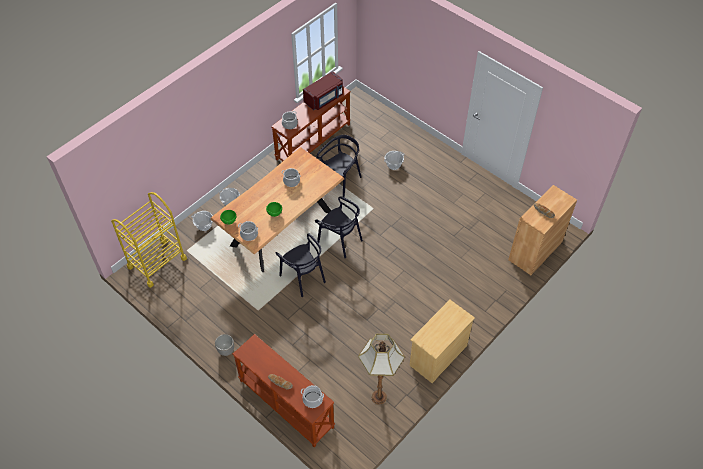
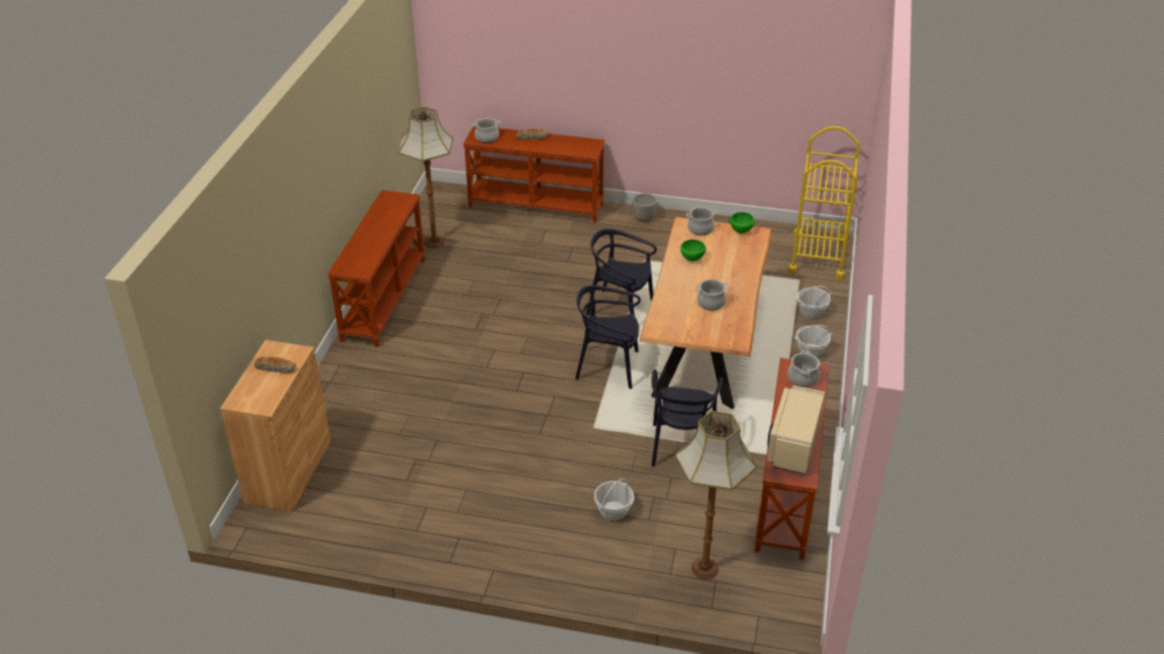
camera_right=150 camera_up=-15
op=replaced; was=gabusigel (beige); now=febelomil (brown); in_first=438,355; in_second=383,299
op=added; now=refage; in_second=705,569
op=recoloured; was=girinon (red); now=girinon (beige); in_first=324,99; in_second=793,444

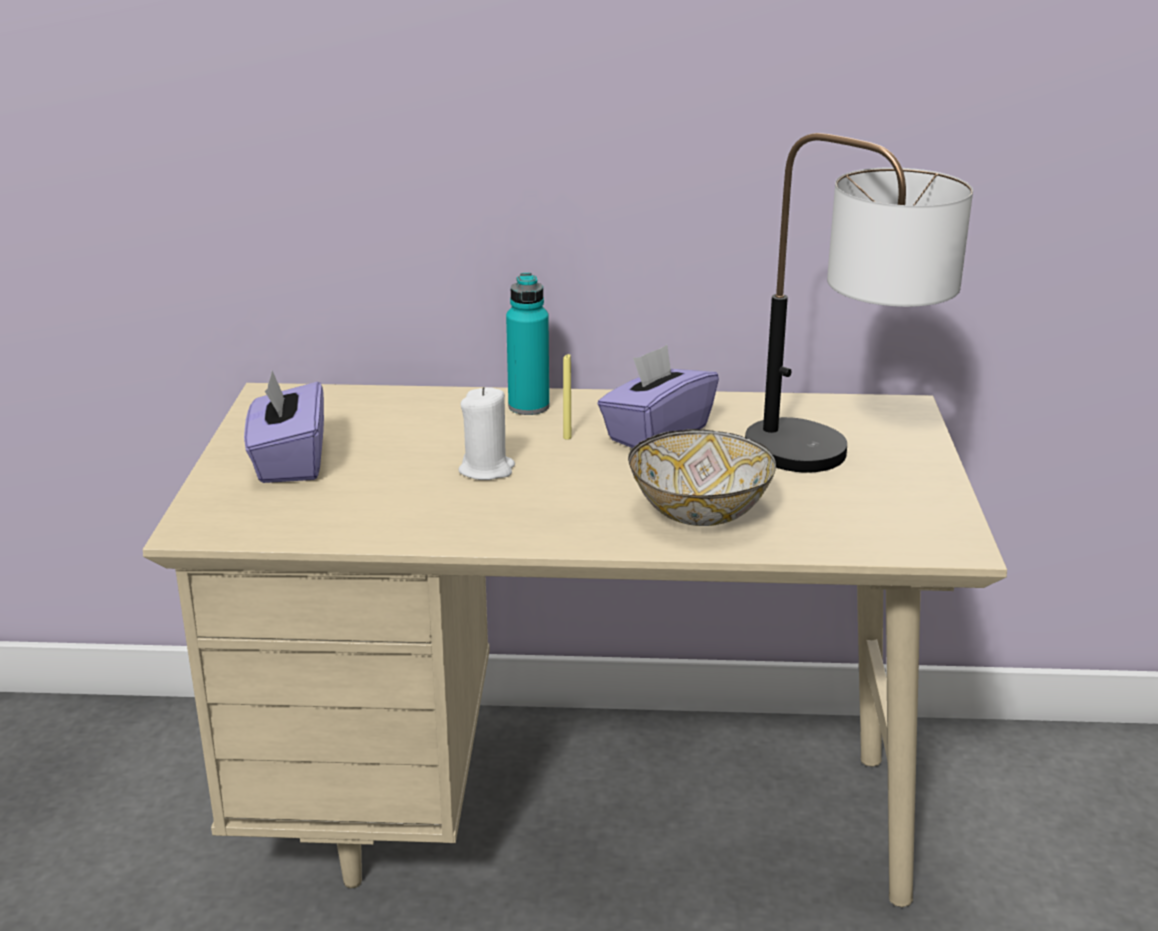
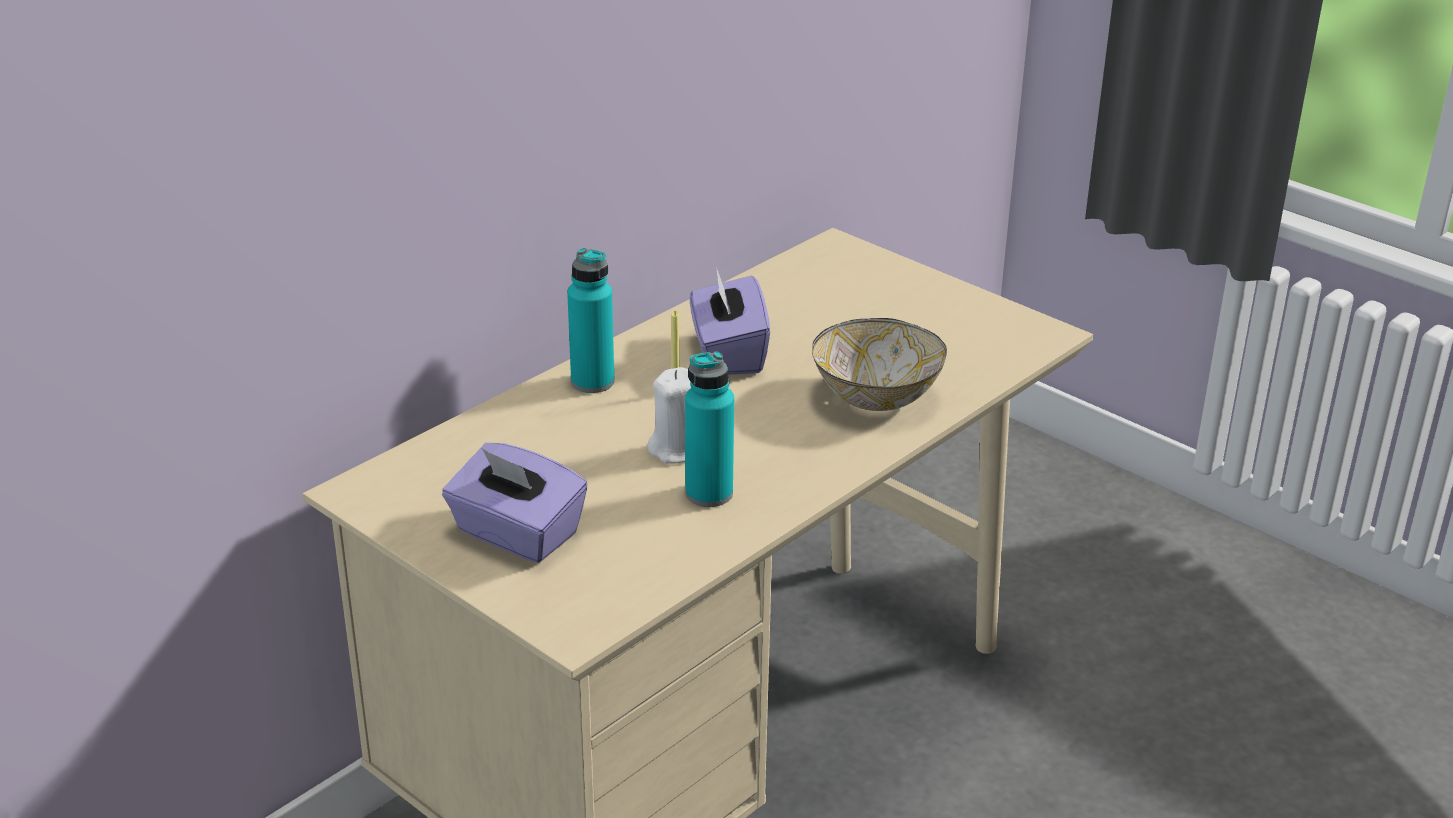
camera_right=-50 camera_up=5
op=added; now=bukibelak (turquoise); in_second=709,494
op=removed; was=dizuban; in_first=839,465

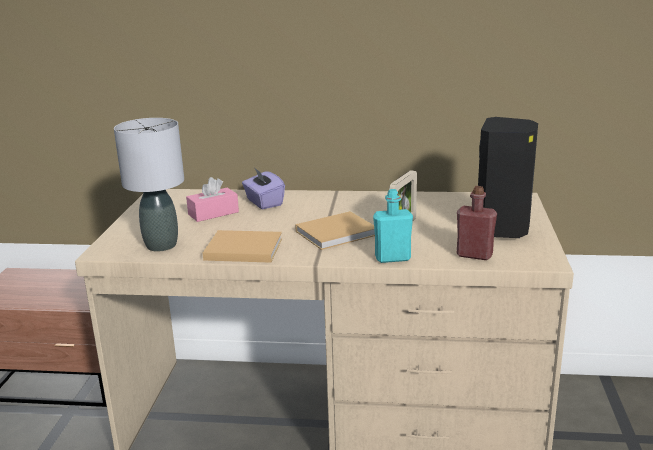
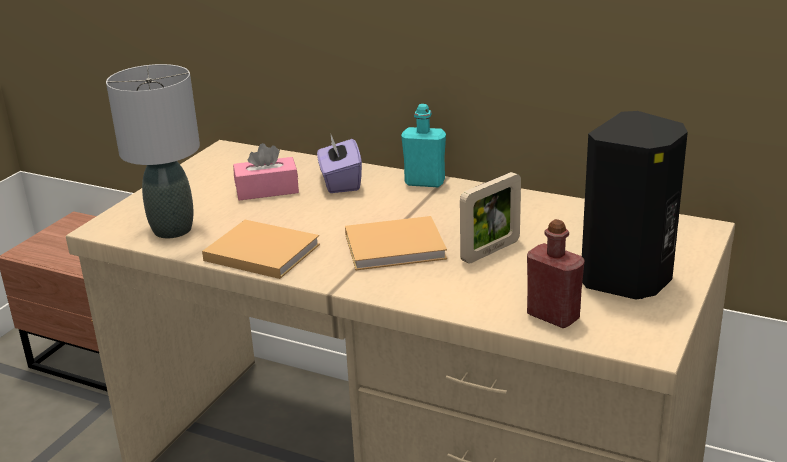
camera_right=20 camera_up=5
op=moved; was=bukibelak (turquoise); in_first=392,258; in_second=424,182

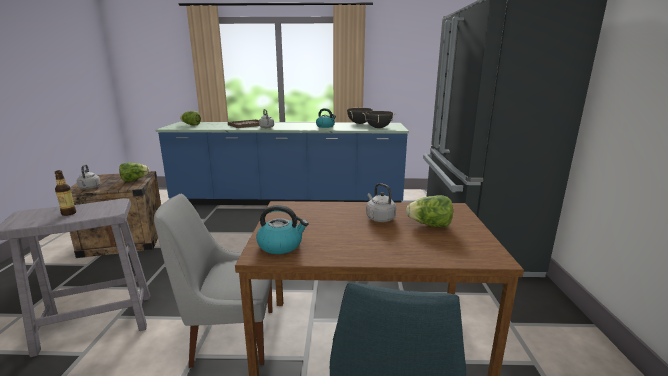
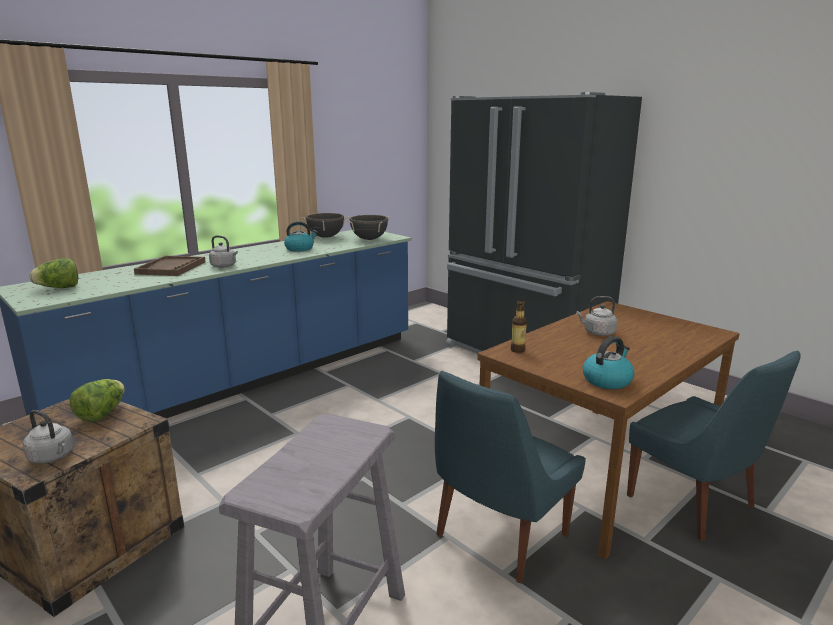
camera_right=-45 camera_up=0
op=recoloured; was=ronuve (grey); now=ronuve (blue); in_first=230,337; in_second=498,537
op=moved; was=bukibelak; in_first=69,213; in_second=517,350
op=removed; was=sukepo; in_first=430,225

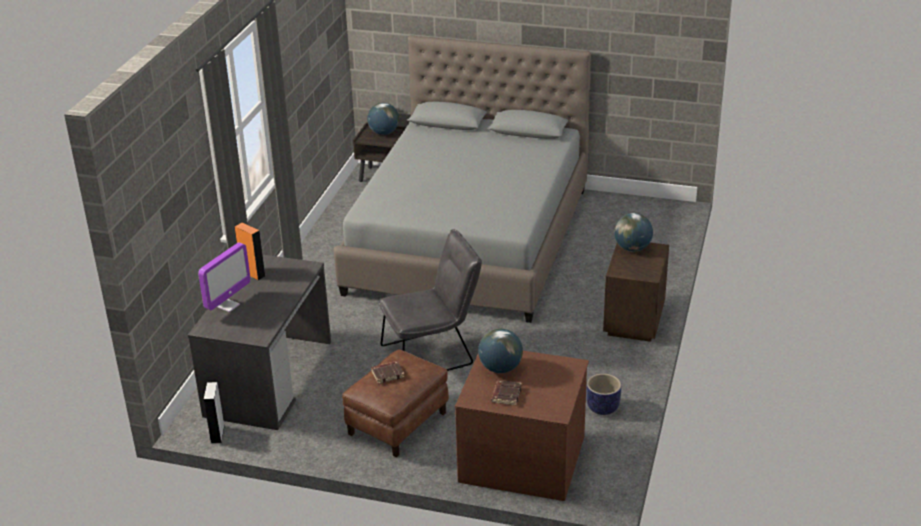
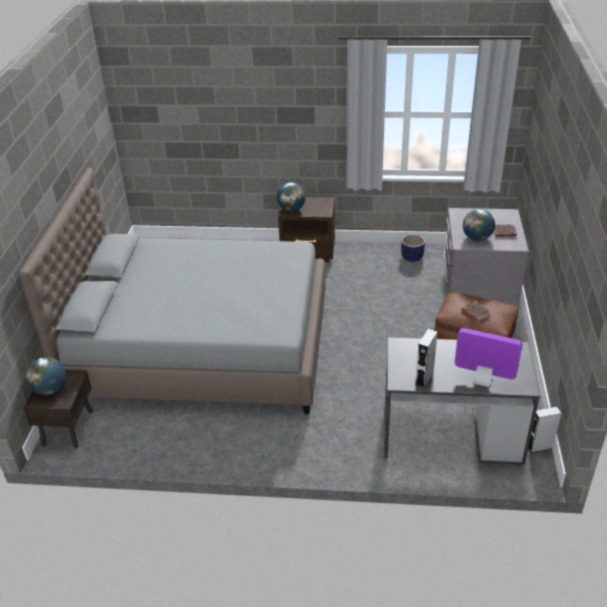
camera_right=-100 camera_up=5
op=recoloured; was=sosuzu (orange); now=sosuzu (grey); in_first=253,274; in_second=424,378
op=recoloured; was=gabusigel (brown); now=gabusigel (grey); in_first=523,457; in_second=478,283
op=removed; was=ronuve (grey); in_first=433,353

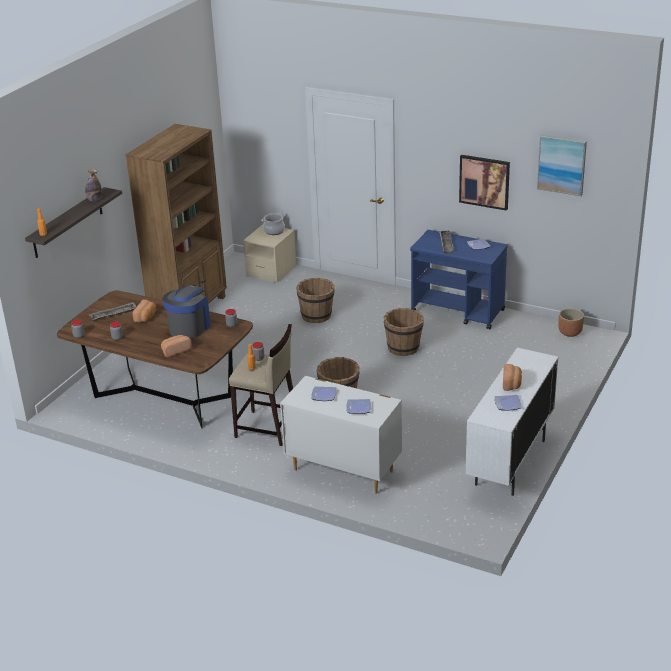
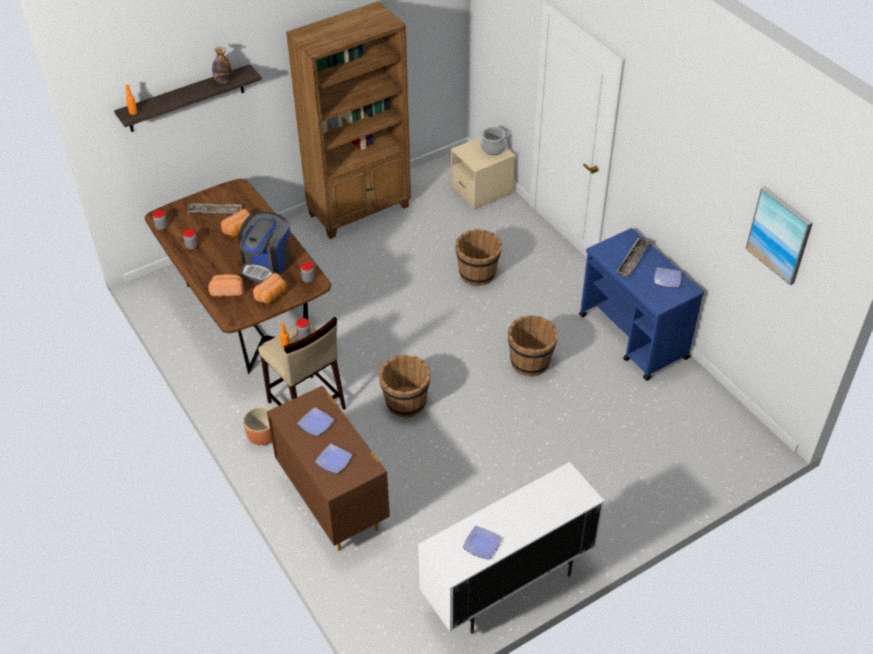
camera_right=30 camera_up=15
op=turned; was=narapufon; in_first=189,327; in_second=267,263; clockwise=150
op=moved; was=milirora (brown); in_first=569,332; in_second=262,436
op=moved; was=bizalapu; in_first=512,384; in_second=272,295
op=recoloured; was=gabusigel (white); now=gabusigel (brown); in_first=343,469; in_second=332,500
op=removed; was=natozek; in_first=484,181

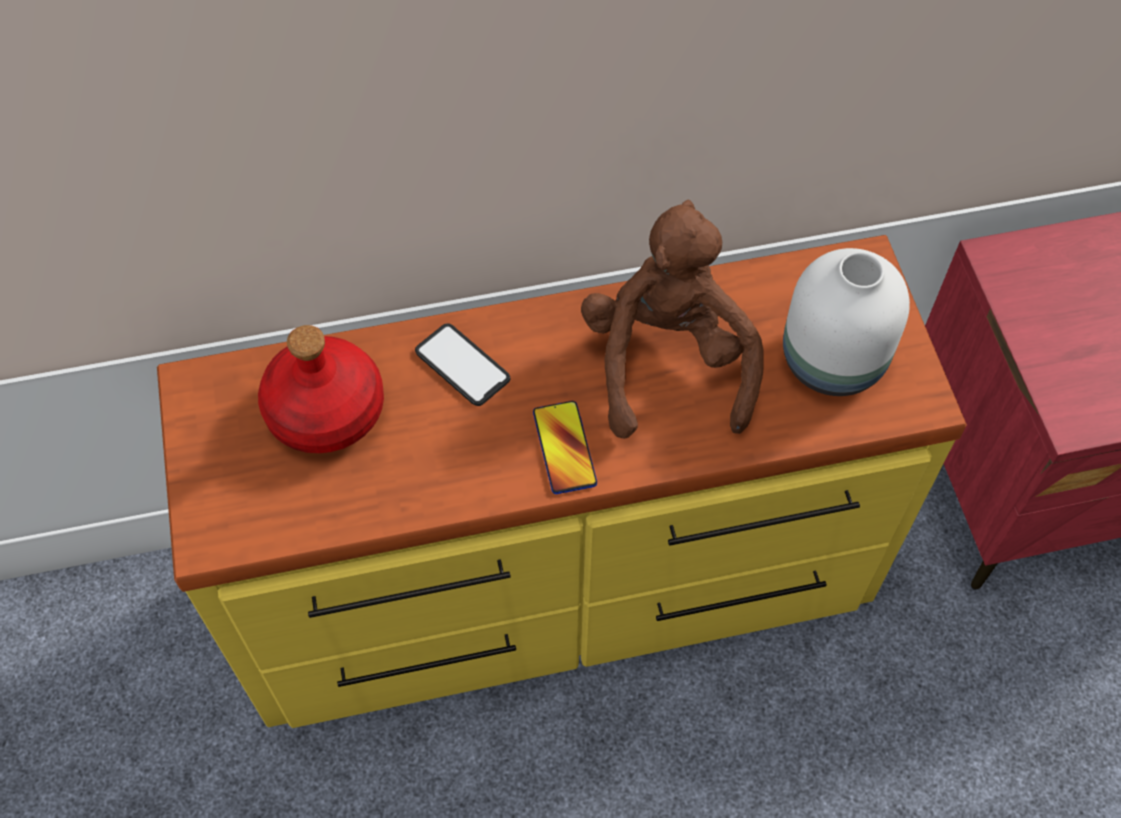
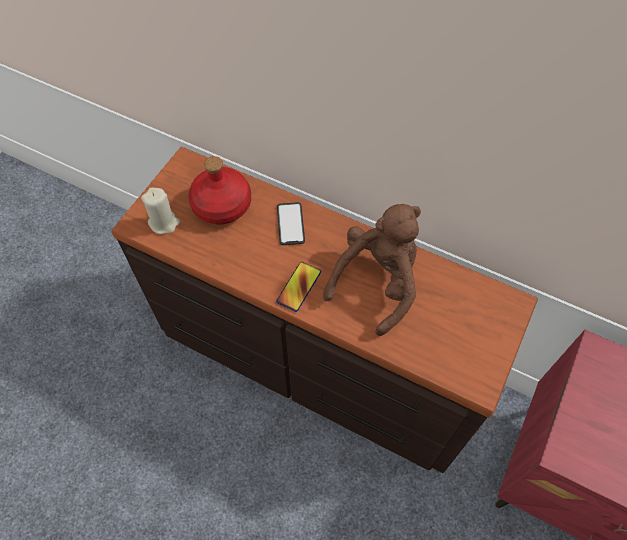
camera_right=40 camera_up=0
op=recoloured; was=gabusigel (yellow); now=gabusigel (brown); in_first=559,583; in_second=314,359
op=added; now=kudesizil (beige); in_second=164,223
op=removed; was=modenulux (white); in_first=834,358

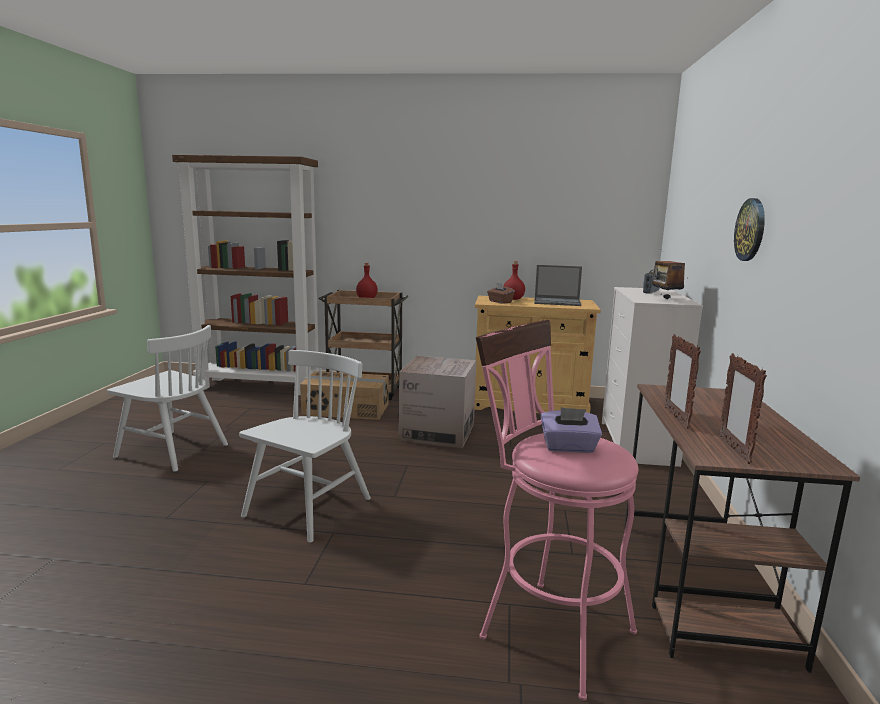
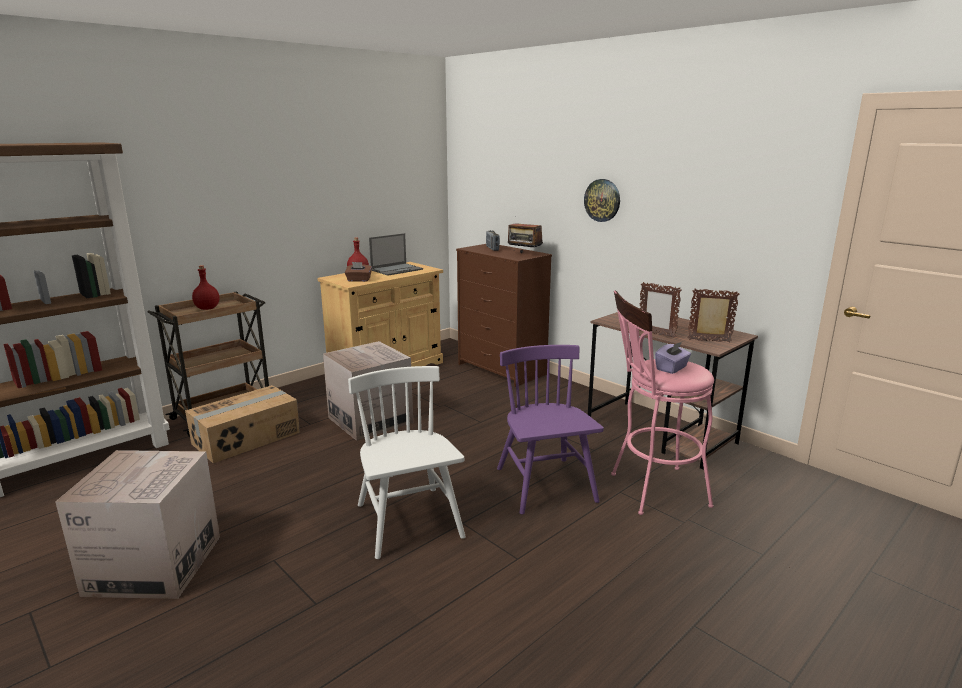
camera_right=-50 camera_up=5
op=replaced; was=ronuve (white); now=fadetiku; in_first=172,450; in_second=154,565
op=recoloured; was=gabusigel (white); now=gabusigel (brown); in_first=638,443; in_second=502,369
op=added; now=ronuve (purple); in_second=545,485
op=turned; was=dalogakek; in_first=734,449; in_second=709,341; clockwise=150

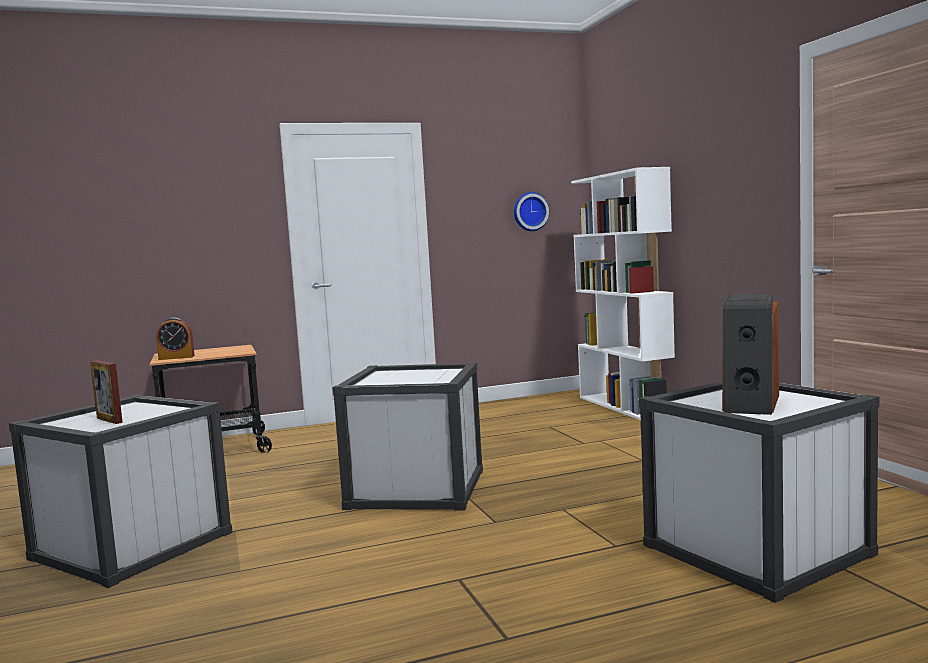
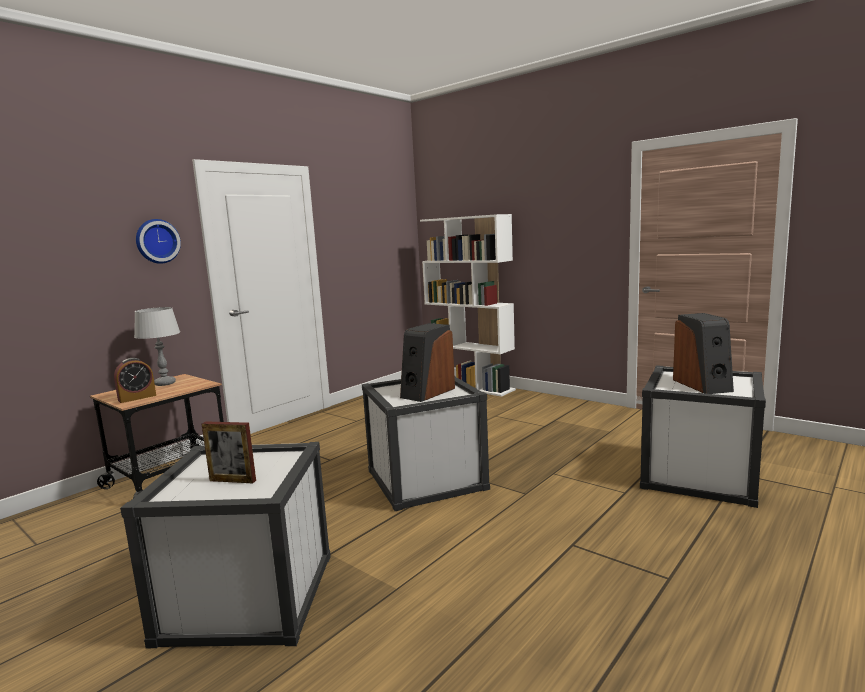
camera_right=-30 camera_up=5
op=added; now=dizuban (grey); in_second=165,383
op=moved; was=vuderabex; in_first=530,212; in_second=157,241
op=added; now=sosuzu; in_second=427,392

